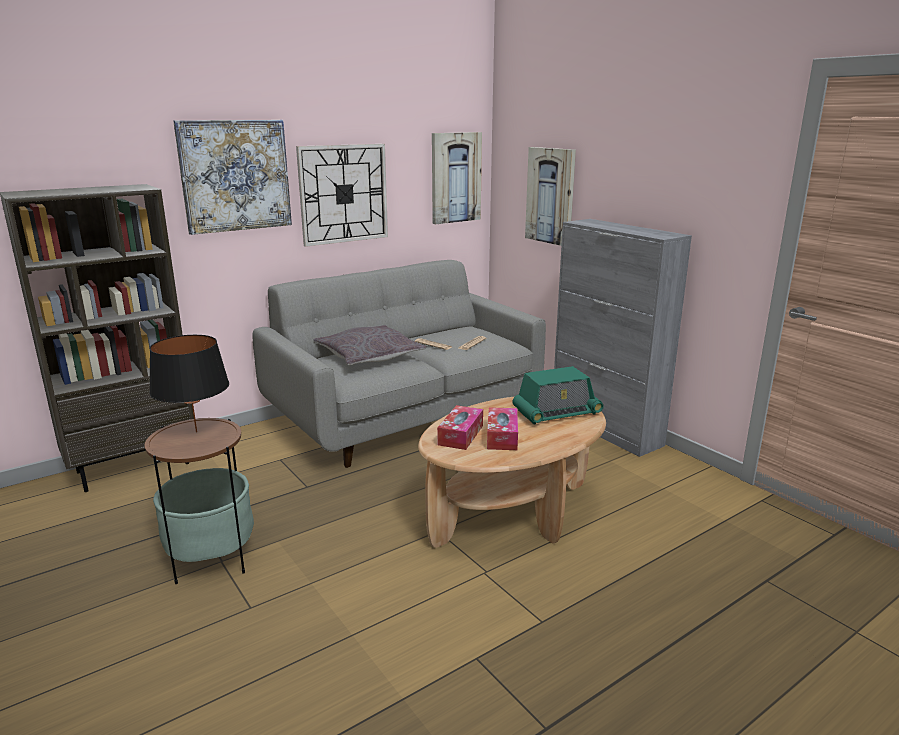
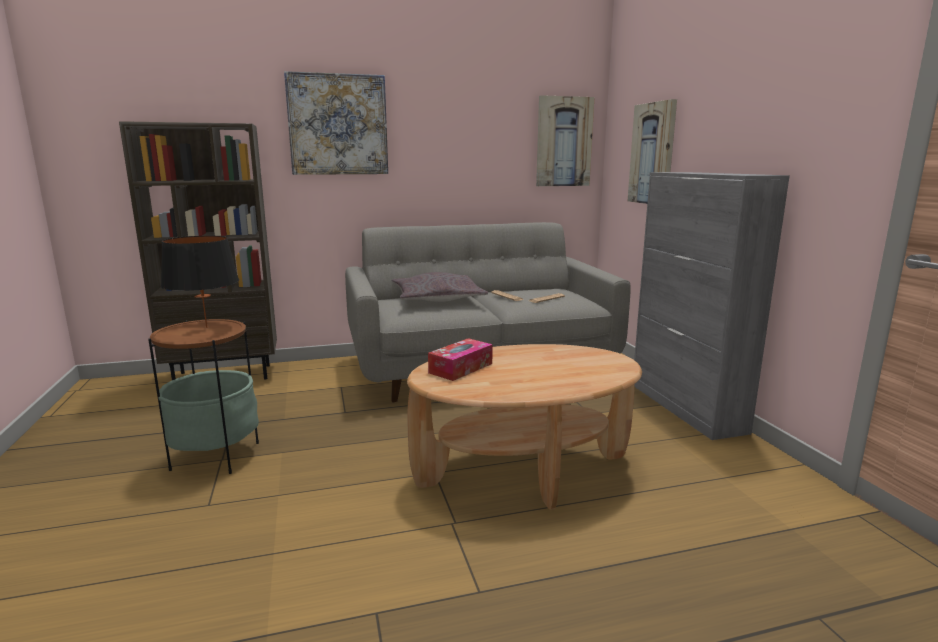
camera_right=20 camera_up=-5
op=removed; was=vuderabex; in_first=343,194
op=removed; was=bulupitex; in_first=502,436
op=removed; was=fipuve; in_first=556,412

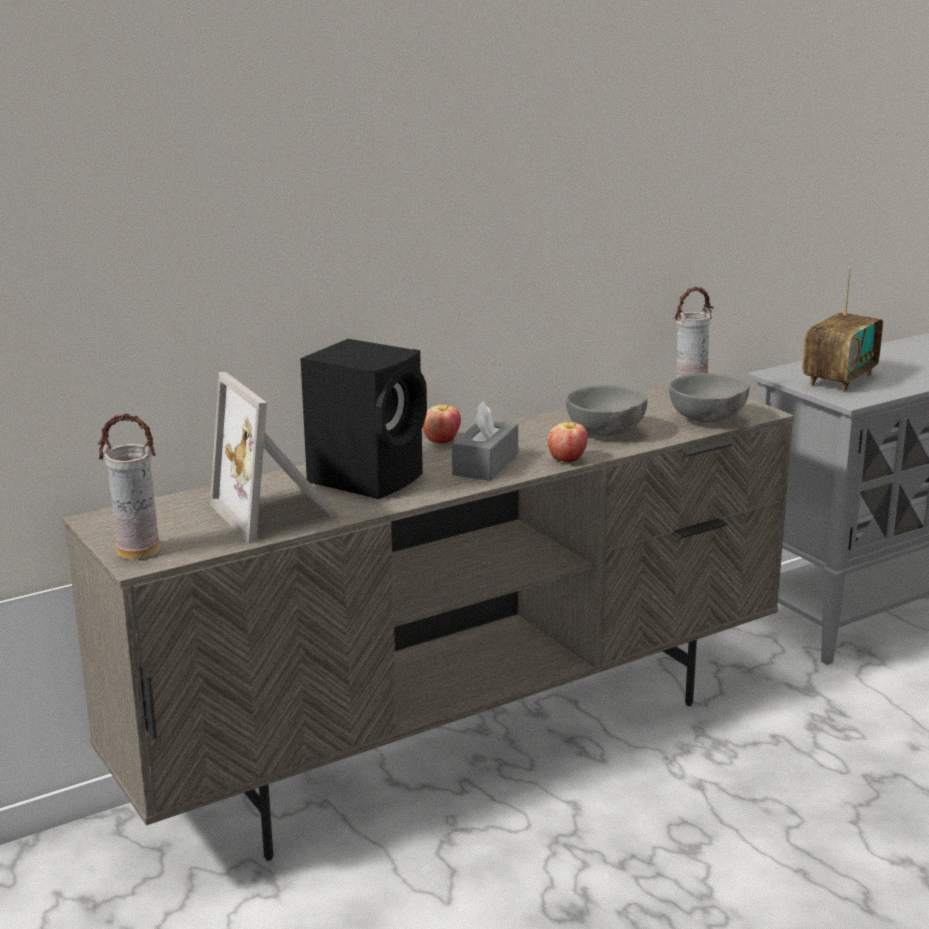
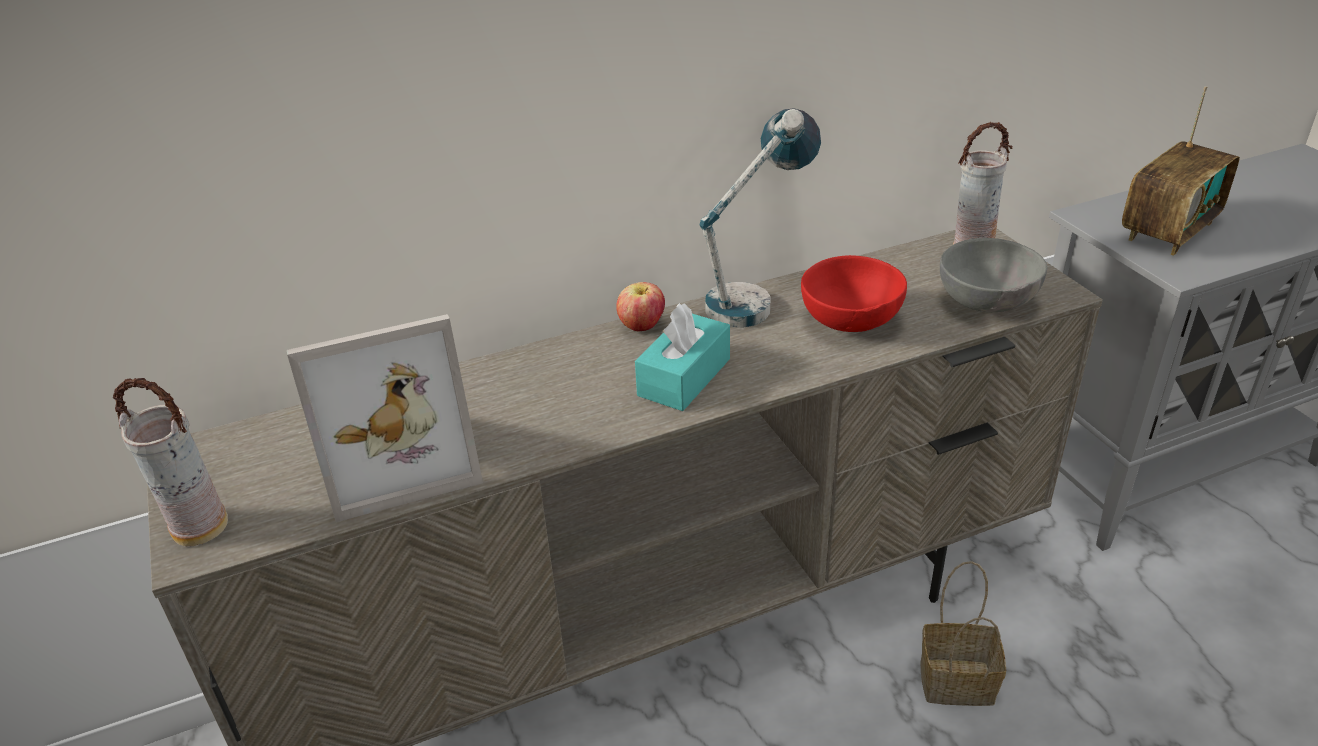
camera_right=10 camera_up=15
op=turned; was=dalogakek; in_first=279,513; in_second=399,459; clockwise=-90
op=recoloured; was=bulupitex (grey); now=bulupitex (turquoise); in_first=485,465; in_second=684,377
op=added; now=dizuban; in_second=755,297
op=recoloured; was=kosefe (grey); now=kosefe (red); in_first=606,433; in_second=850,323
op=added; now=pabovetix; in_second=959,681
op=removed; was=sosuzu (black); in_first=369,477
op=removed; was=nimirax; in_first=567,460

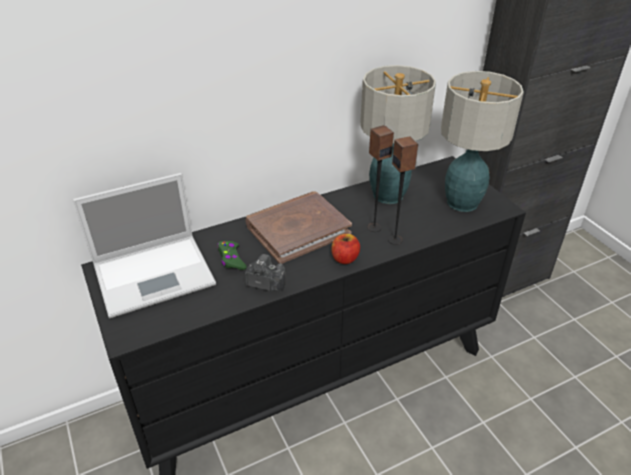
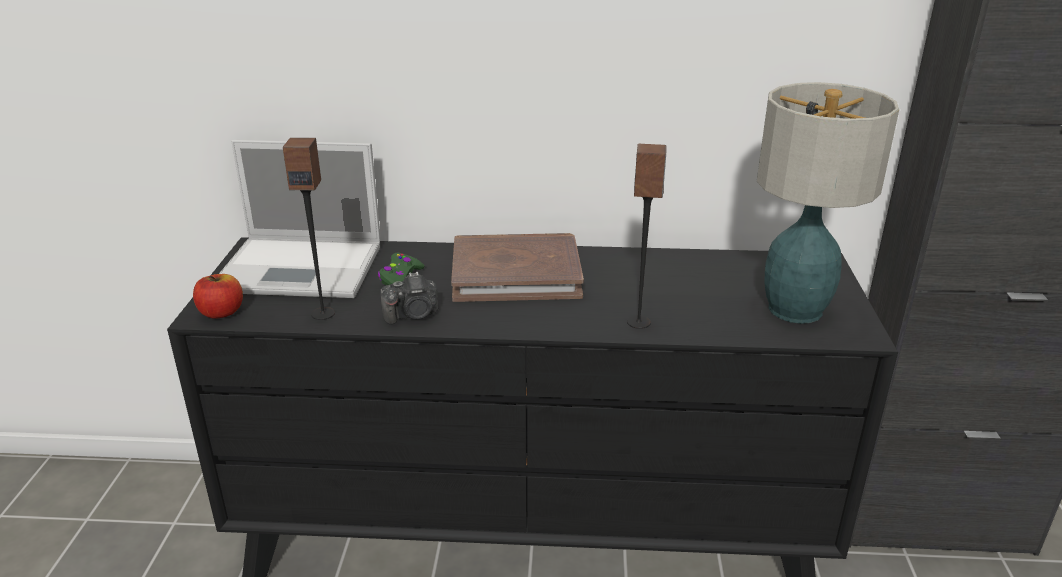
camera_right=30 camera_up=-10
op=moved; was=nimirax; in_first=345,258; in_second=221,312
op=moved; was=sosuzu; in_first=374,227; in_second=323,313
op=turned; was=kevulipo; in_first=265,283; in_second=413,315; clockwise=120
op=removed; was=dizuban; in_first=388,195

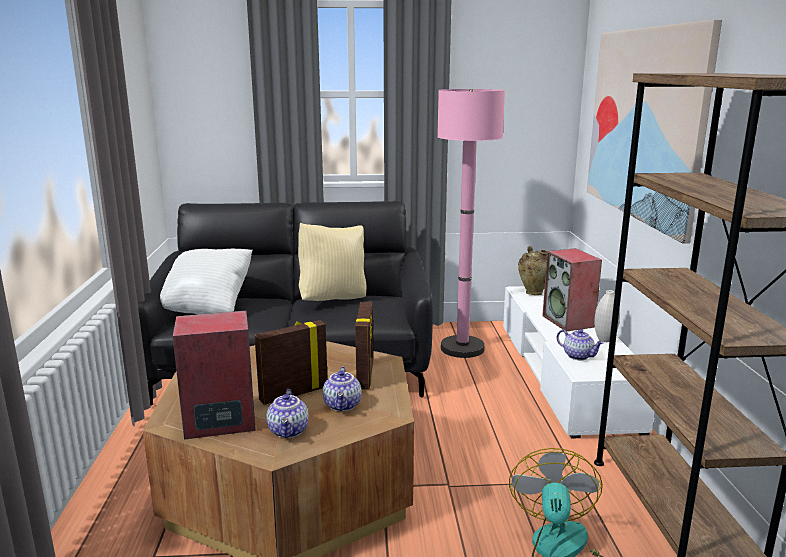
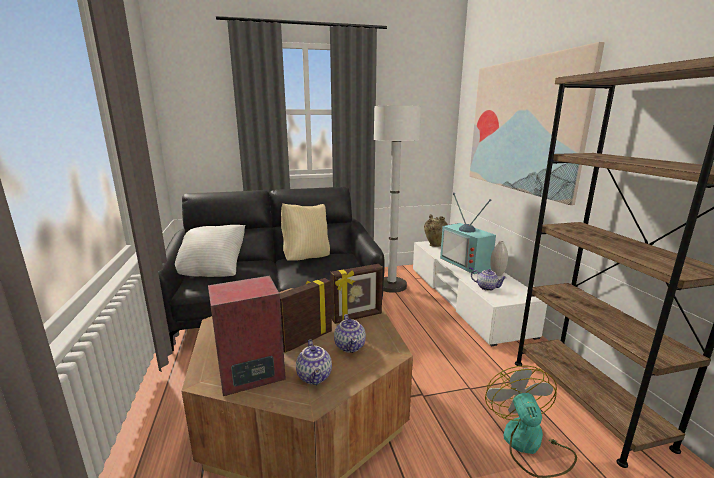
camera_right=-10 camera_up=0
op=turned; was=dalogakek; in_first=366,375; in_second=357,317; clockwise=75
op=recoloured; was=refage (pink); now=refage (white); in_first=462,348; in_second=391,286
op=replaced; was=sosuzu; now=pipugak; in_first=569,321; in_second=467,263

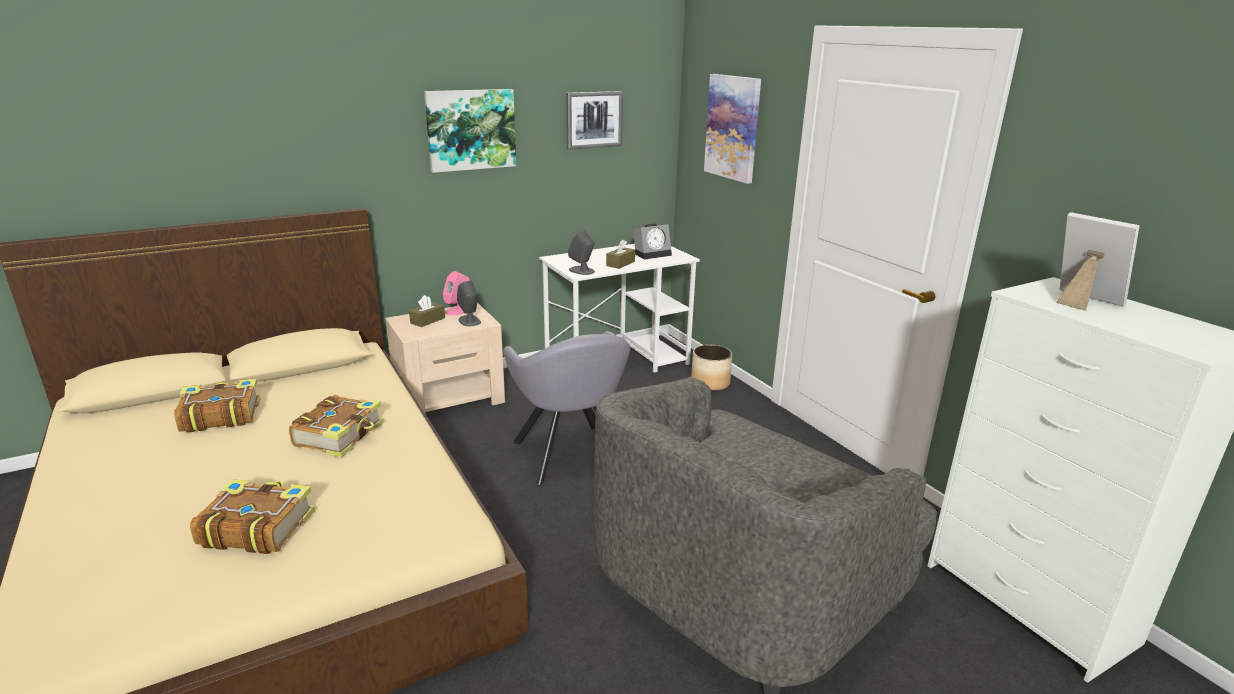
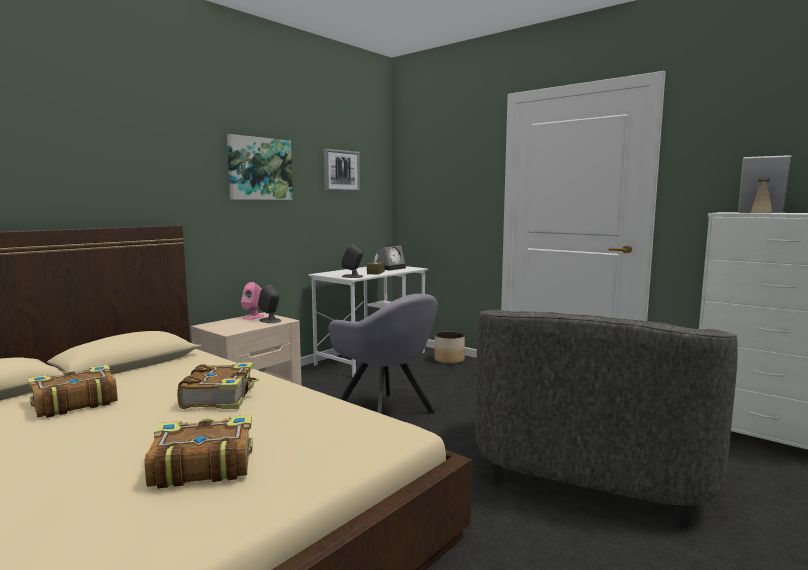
camera_right=-20 camera_up=-15
op=removed; was=bulupitex (brown); in_first=427,320
op=removed; was=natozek; in_first=733,127

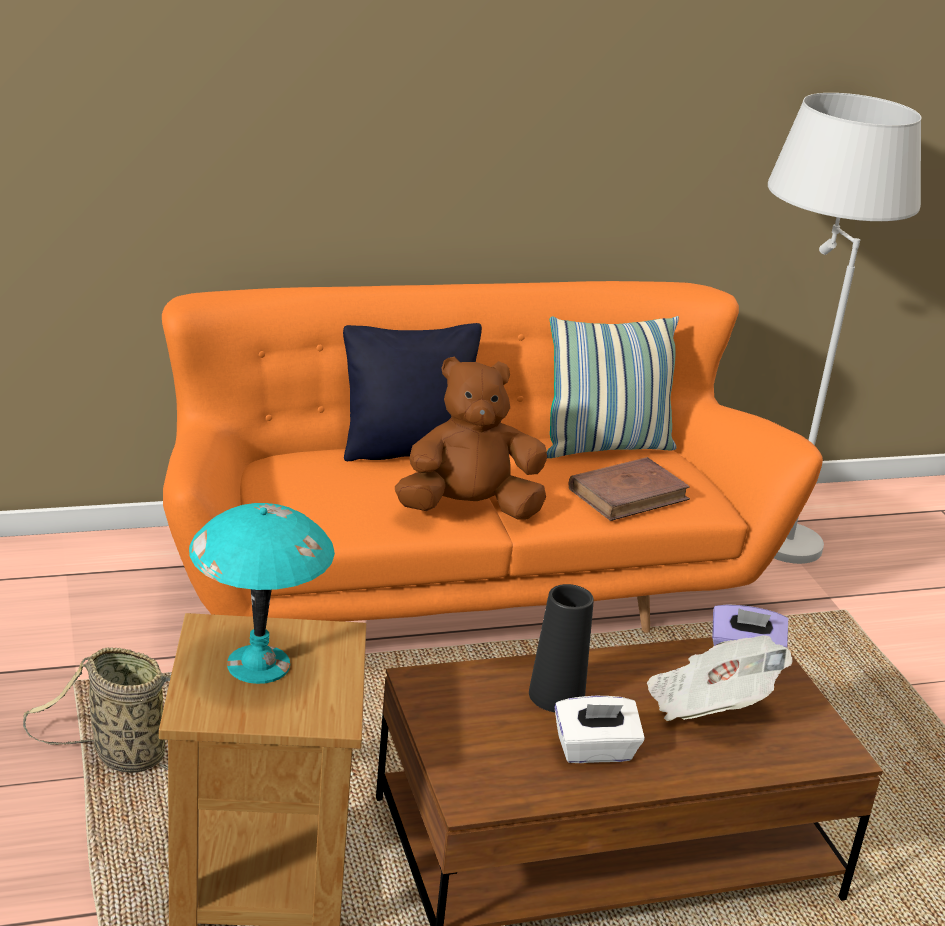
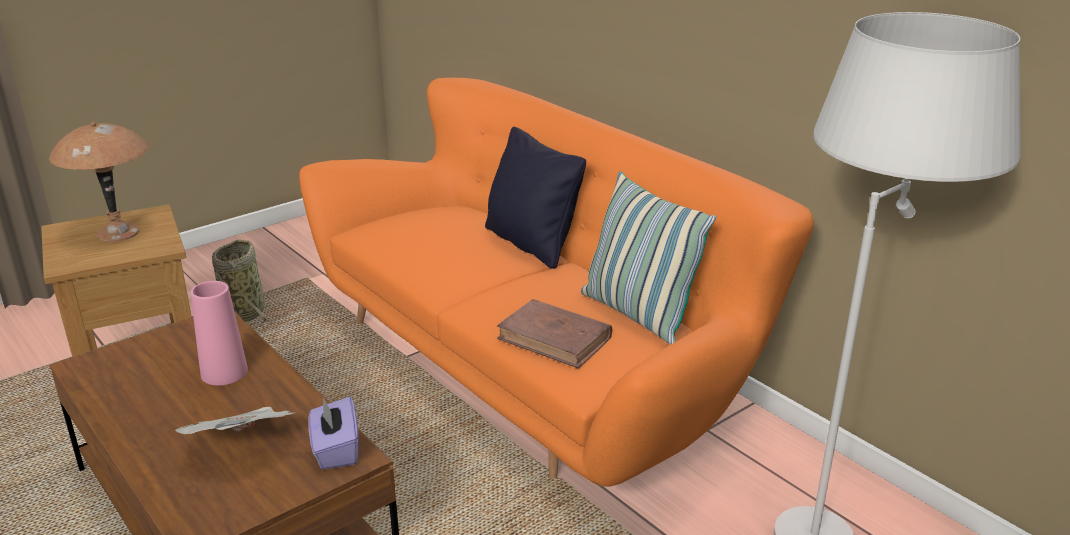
camera_right=70 camera_up=0
op=recoloured; was=dizuban (turquoise); now=dizuban (brown); in_first=259,664; in_second=118,233
op=recoloured; was=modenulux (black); now=modenulux (pink); in_first=556,695; in_second=224,372
op=removed; was=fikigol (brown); in_first=468,509
op=removed; was=bulupitex (white); in_first=595,751

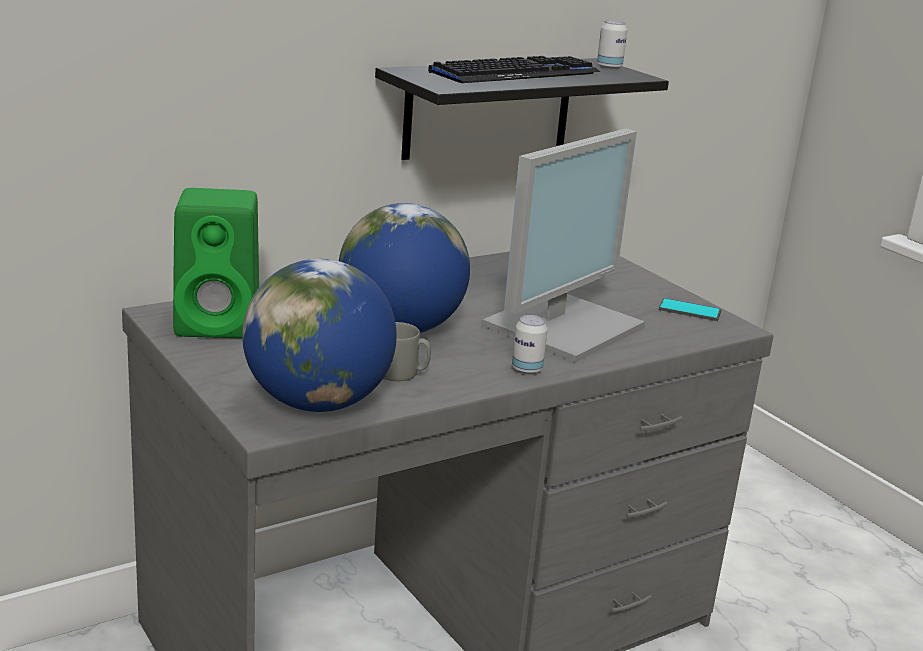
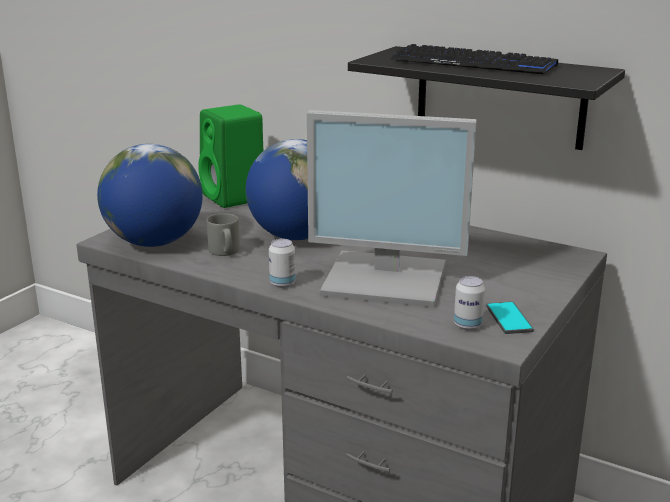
camera_right=65 camera_up=0
op=moved; was=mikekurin; in_first=609,67; in_second=467,325

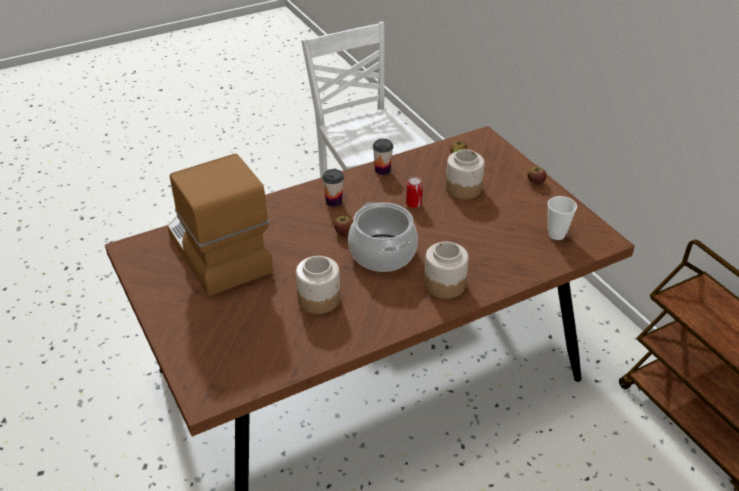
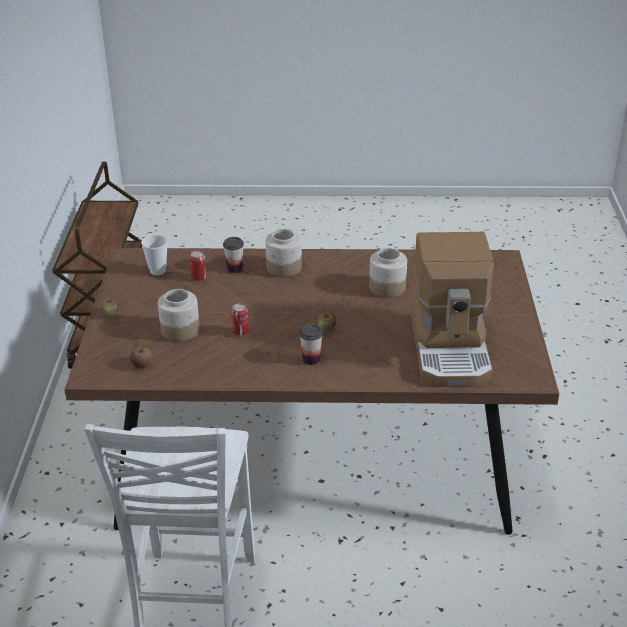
camera_right=-150 camera_up=-5
op=added; now=mikekurin; in_second=199,277
op=moved; was=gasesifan; in_first=382,170; in_second=234,269
op=removed; was=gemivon; in_first=383,253

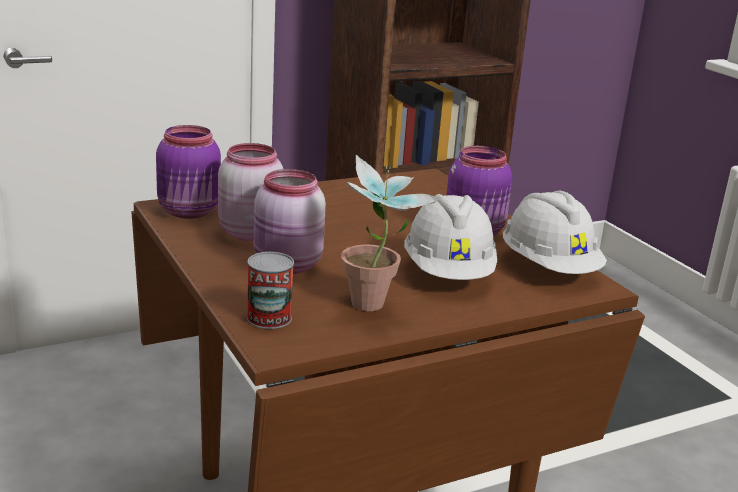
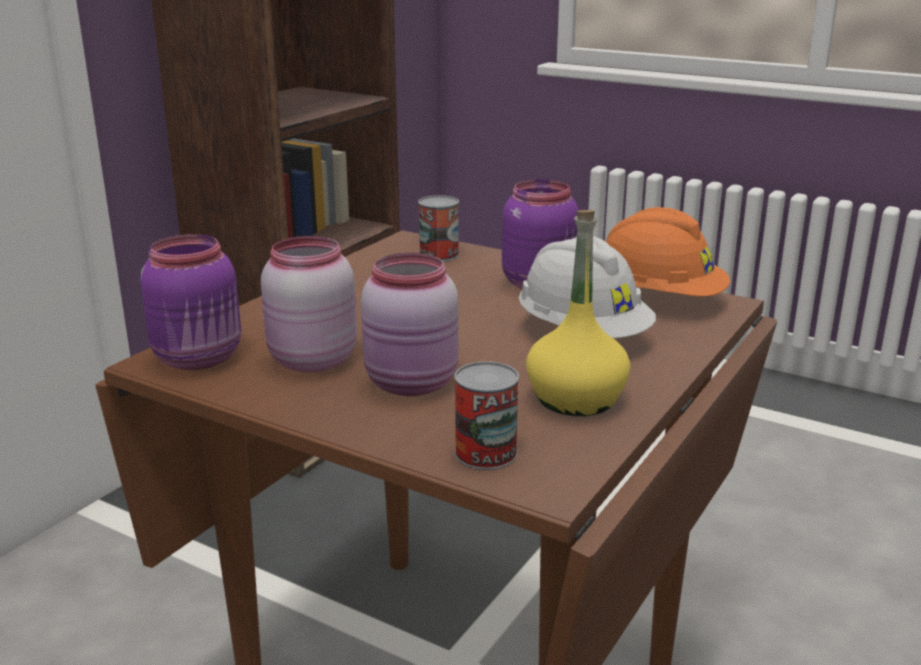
camera_right=-30 camera_up=0
op=added; now=mikekurin; in_second=439,254
op=replaced; was=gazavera; now=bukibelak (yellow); in_first=376,308; in_second=575,398
op=recoloured; was=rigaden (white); now=rigaden (orange); in_first=549,268; in_second=658,299

